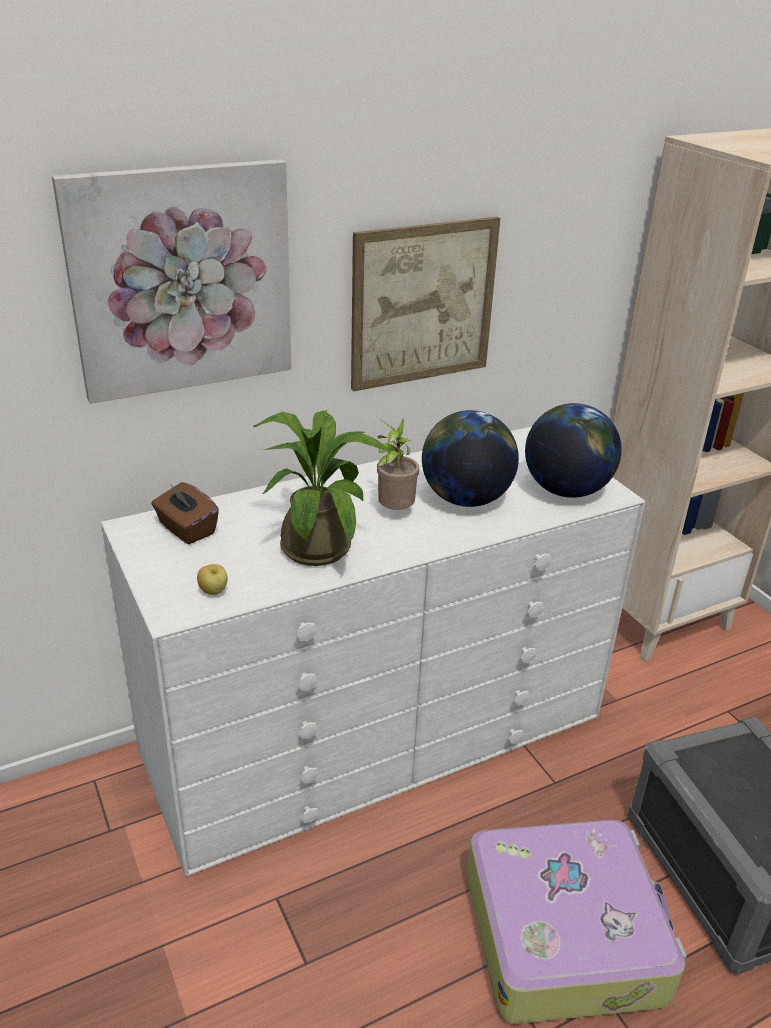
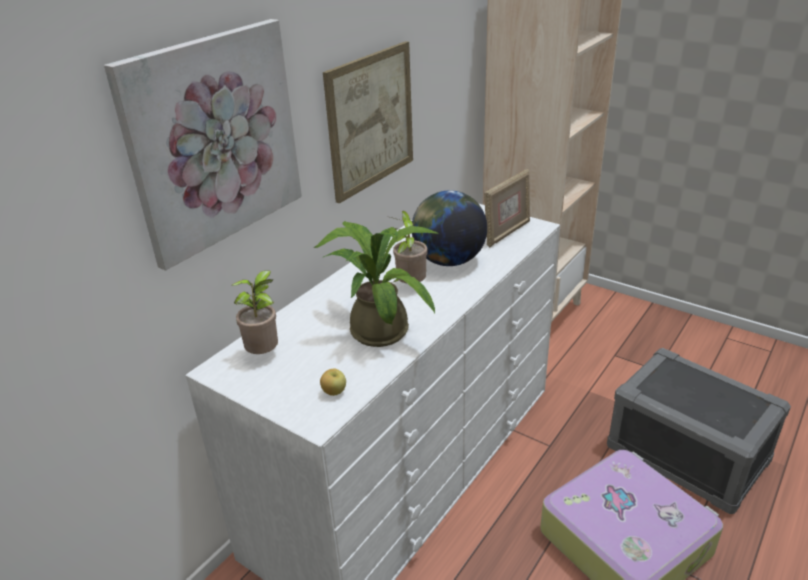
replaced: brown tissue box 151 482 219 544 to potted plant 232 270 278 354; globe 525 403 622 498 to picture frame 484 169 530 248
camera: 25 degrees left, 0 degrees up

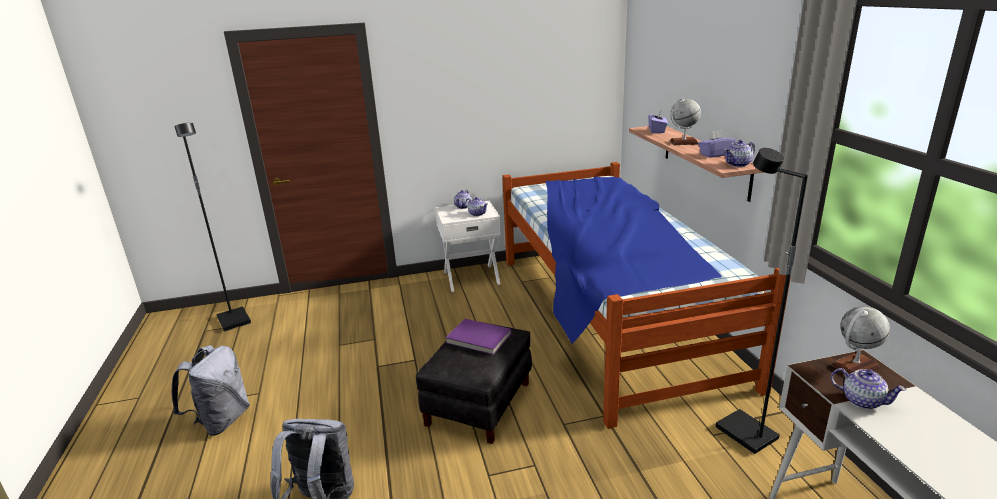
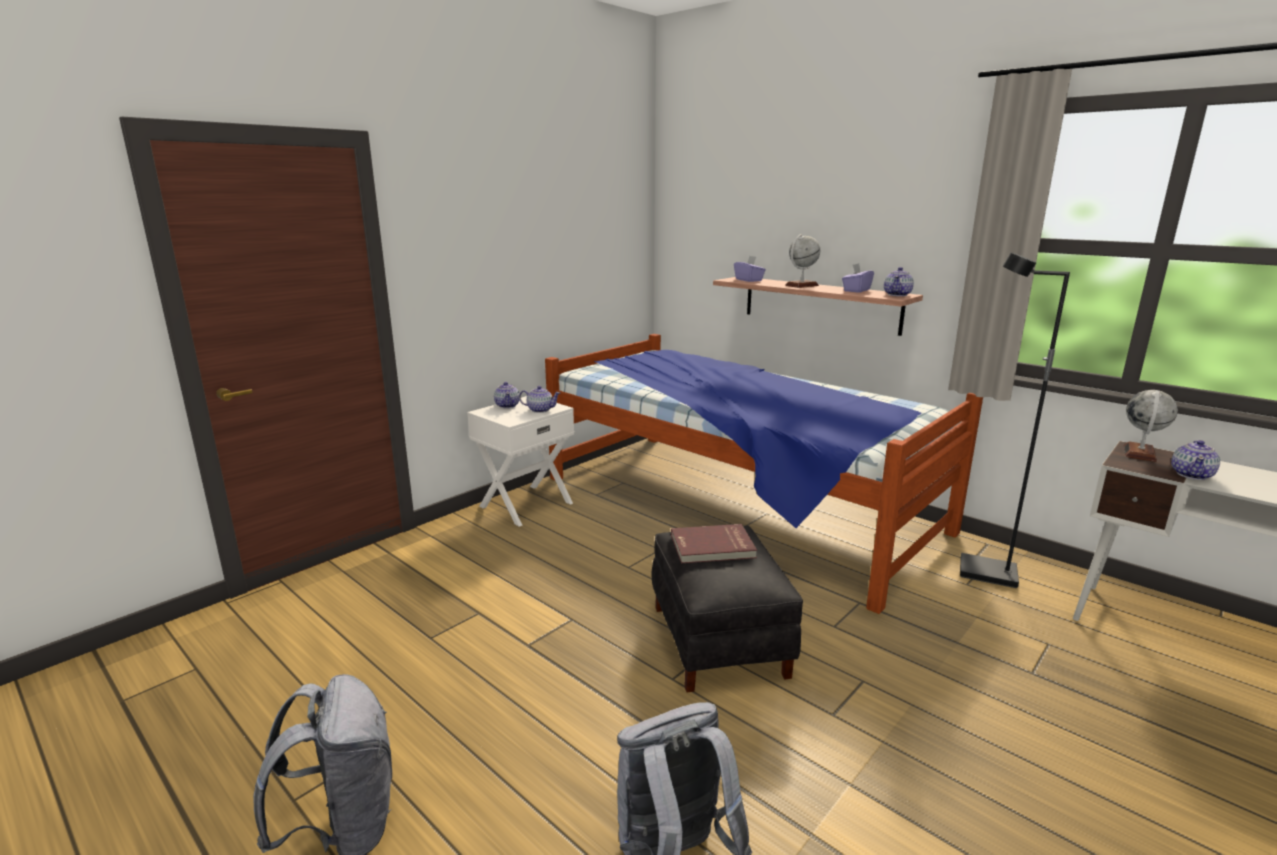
removed: black floor lamp 174 123 251 332
recoloured: purple book 446 319 512 355 to red book 671 524 757 563
turned: teapot 831 368 906 409 = 1171 440 1220 480 120 degrees clockwise
camera: 35 degrees left, 5 degrees down

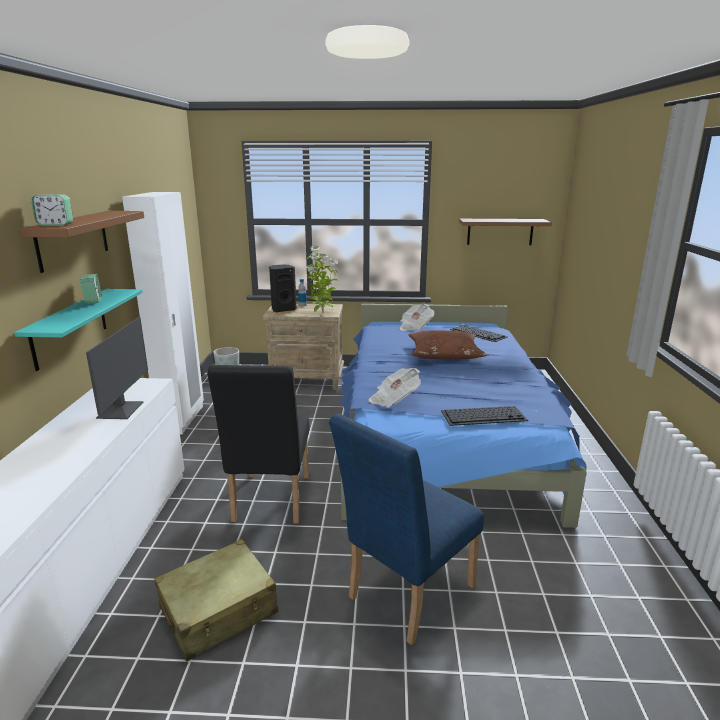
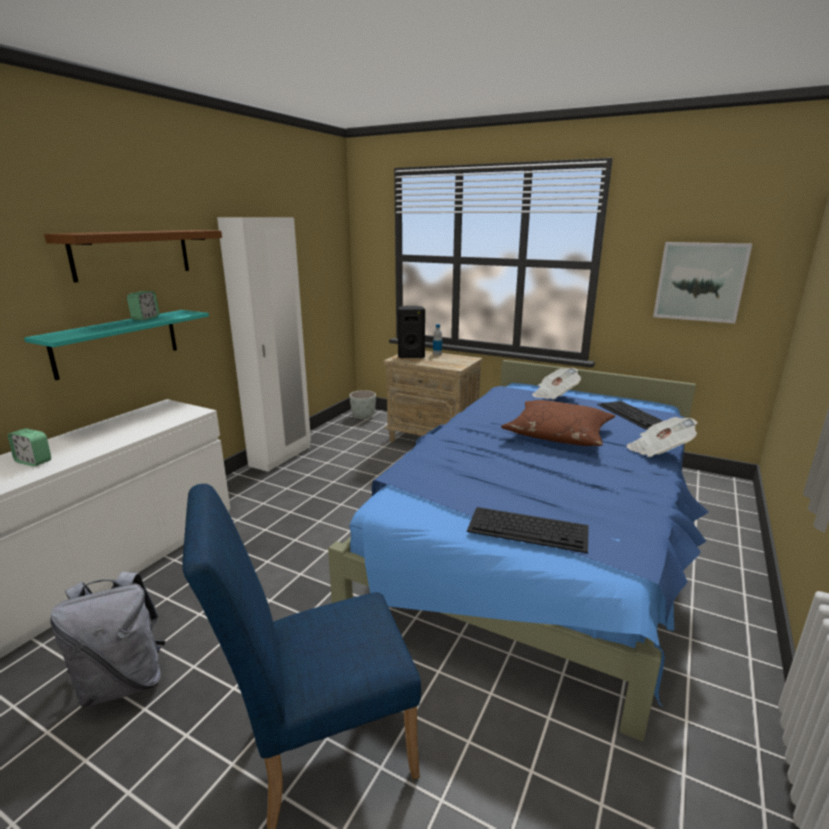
removed: monitor 86 317 148 419; black chair 207 365 309 524; potted plant 306 246 338 313
moved: alarm clock 31 194 73 226 to 8 428 51 467; newspaper 368 368 421 407 to 627 417 698 457
replaced: beige suitcase 154 539 278 661 to grey backpack 50 571 165 707; brown shelf 459 219 552 245 to picture 653 242 752 323
camera: 25 degrees right, 0 degrees up

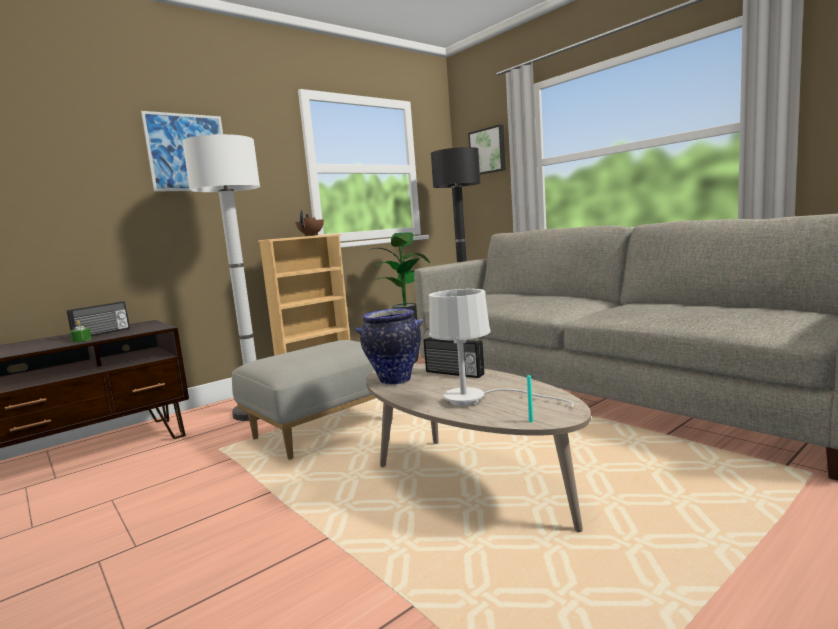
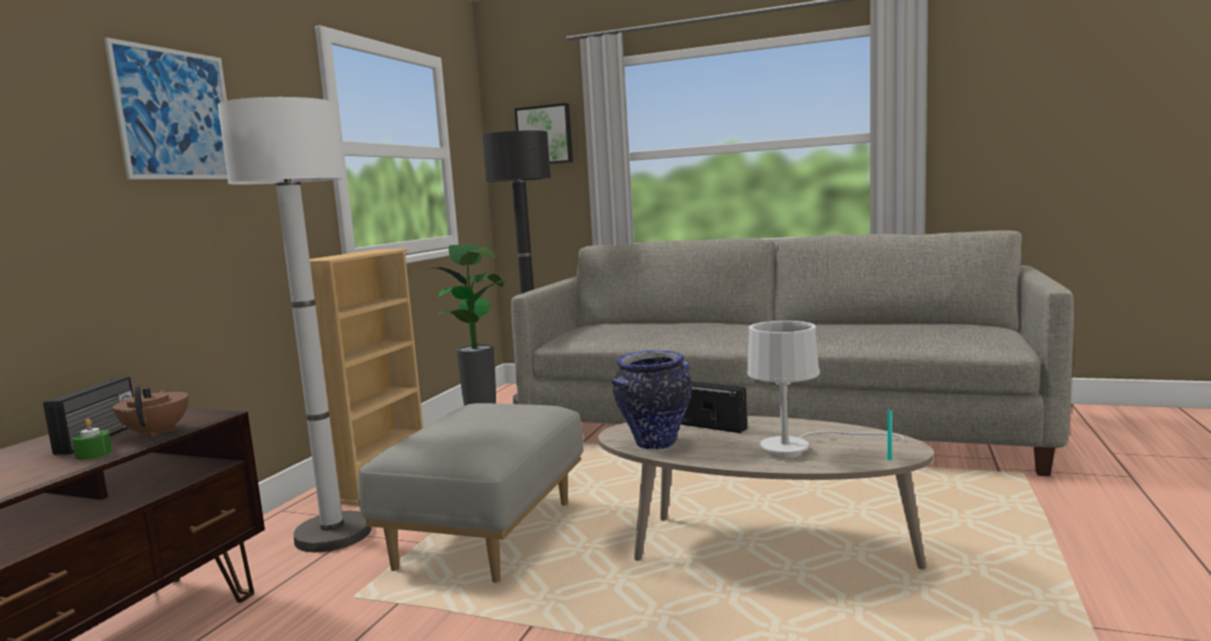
moved: brown teapot 295 210 324 236 to 113 385 188 438
turned: radio 424 337 484 378 = 681 381 747 433 150 degrees counterclockwise
camera: 30 degrees left, 0 degrees up

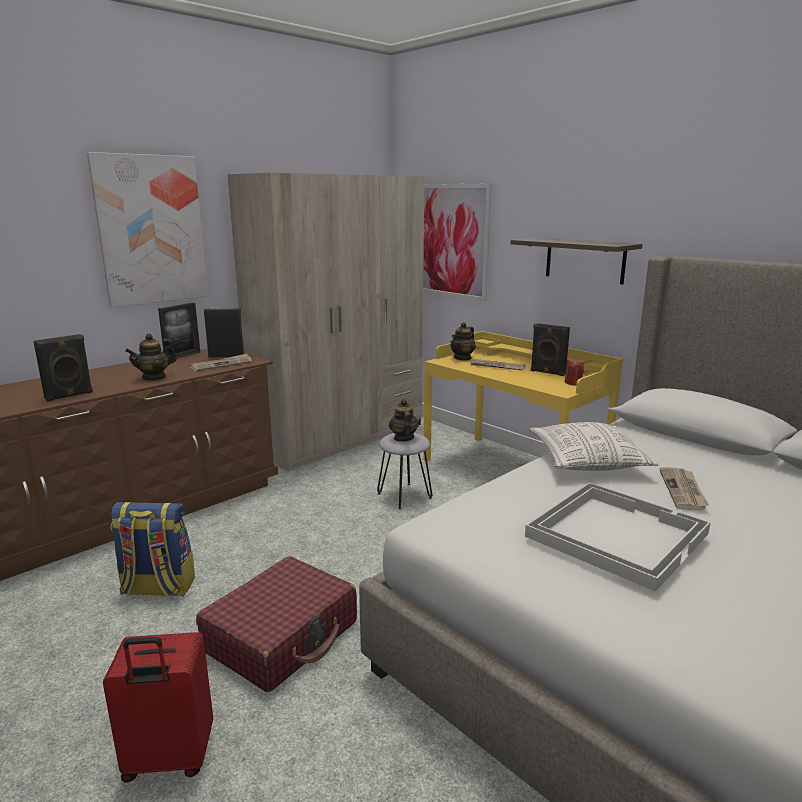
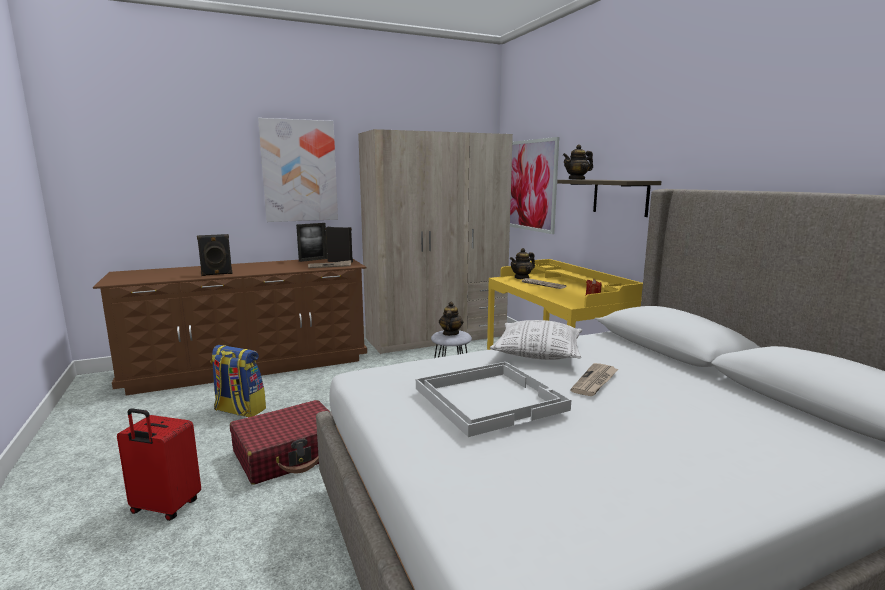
removed: black speaker 531 323 570 376
moved: teapot 125 334 177 381 to 563 144 593 180
camera: 20 degrees right, 5 degrees down

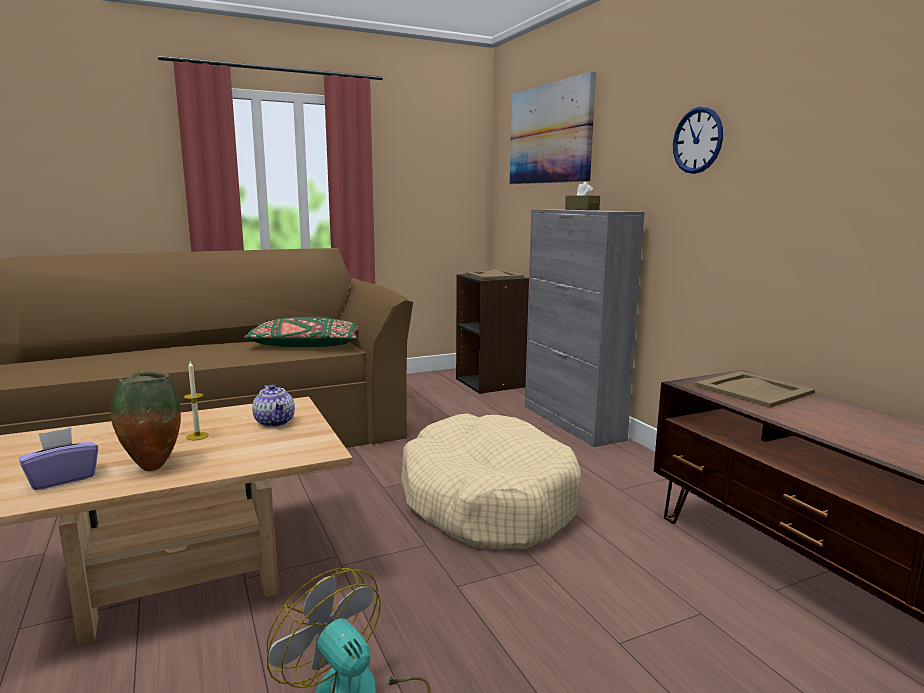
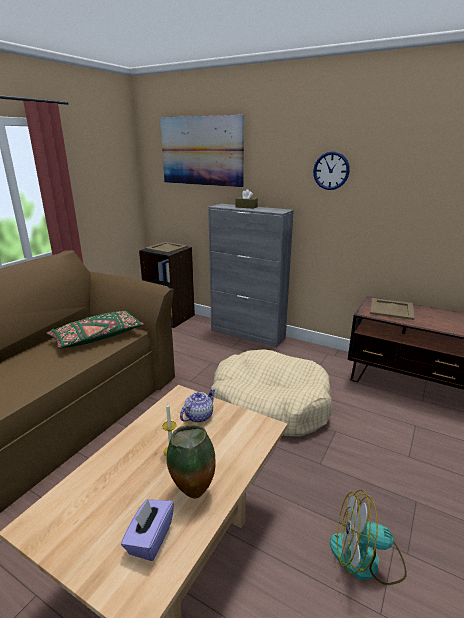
turned: teapot 252 384 295 427 = 180 388 215 423 75 degrees counterclockwise
camera: 35 degrees left, 10 degrees up

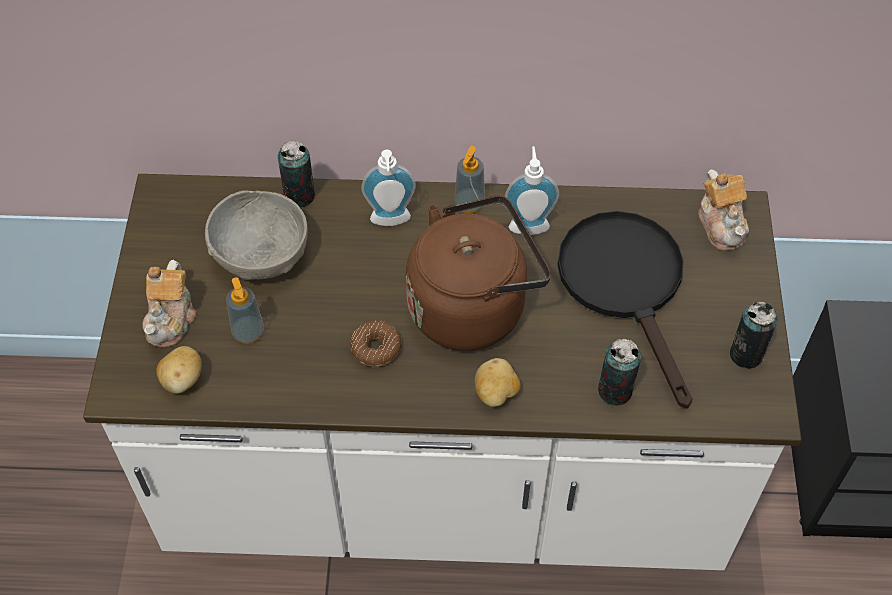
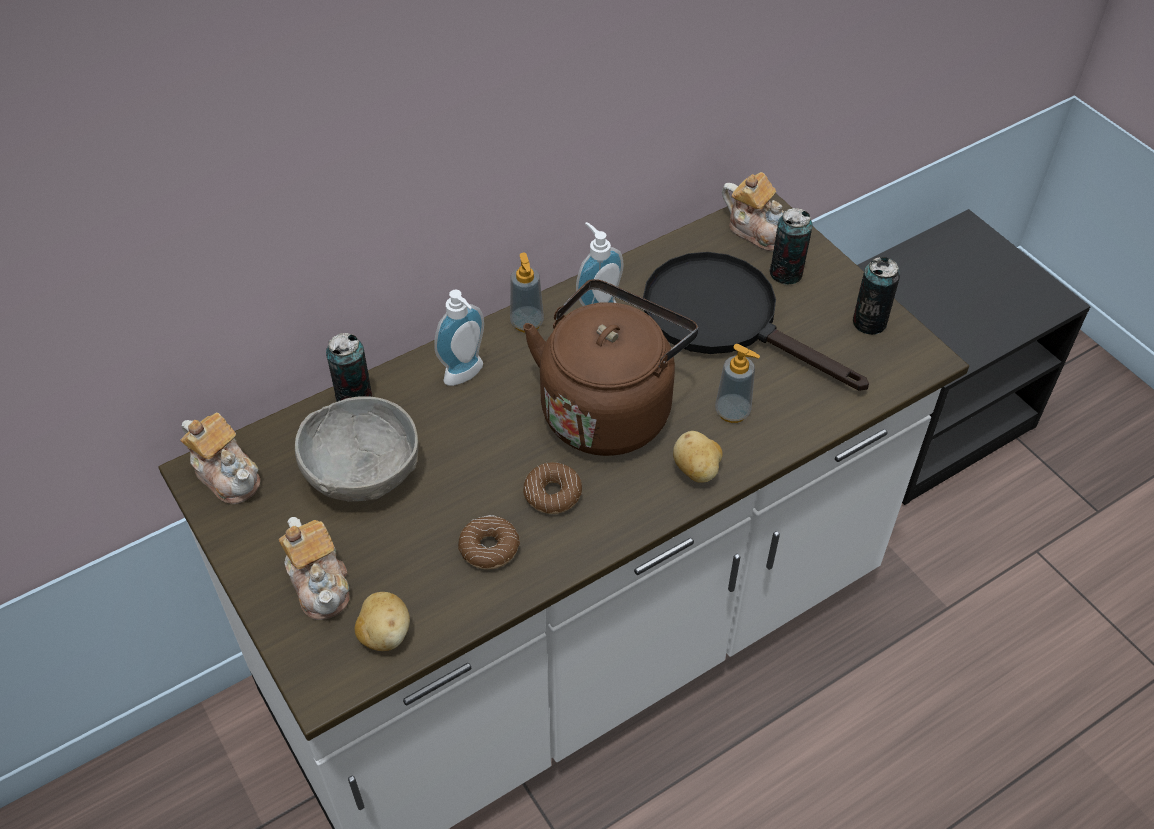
added: teapot 180 413 260 504; donut 458 515 520 570
moved: soap dispenser 226 277 264 344 to 715 344 760 423; can 598 339 641 406 to 769 208 813 285
camera: 35 degrees left, 5 degrees down

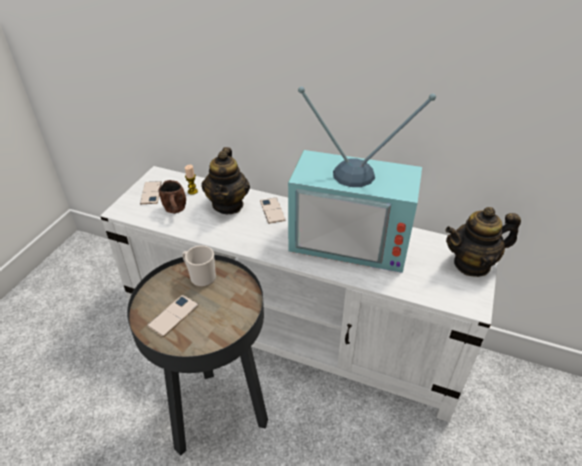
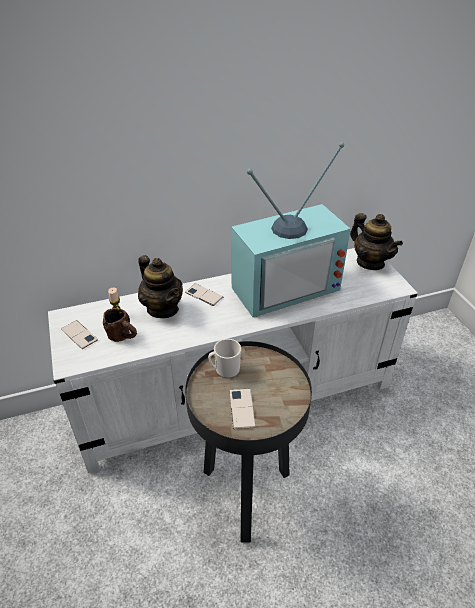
turned: teapot 445 207 521 277 = 350 213 403 270 75 degrees counterclockwise
camera: 40 degrees left, 0 degrees up

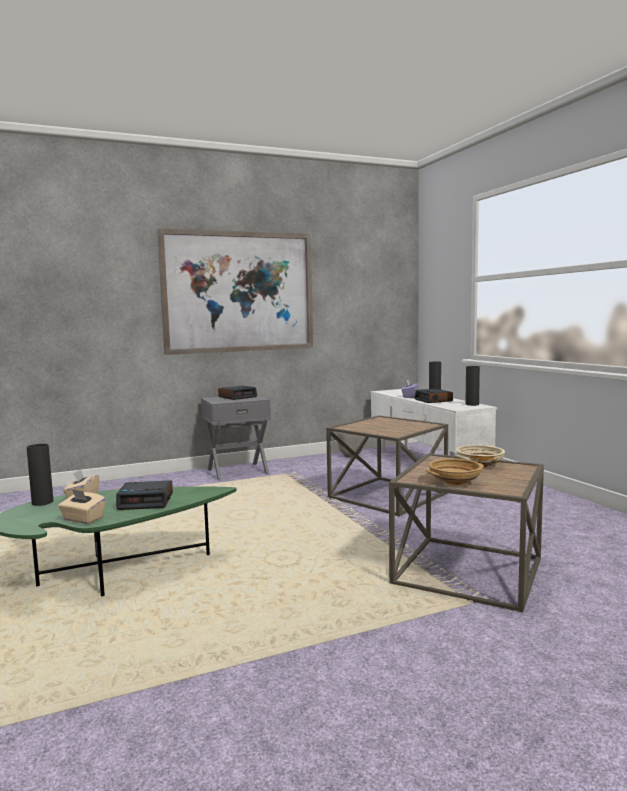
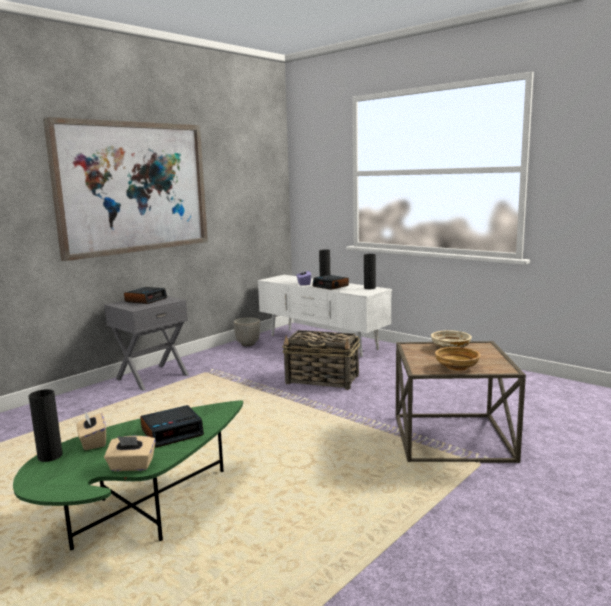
replaced: brown side table 326 416 448 516 to basket 282 330 360 390
camera: 25 degrees left, 5 degrees up

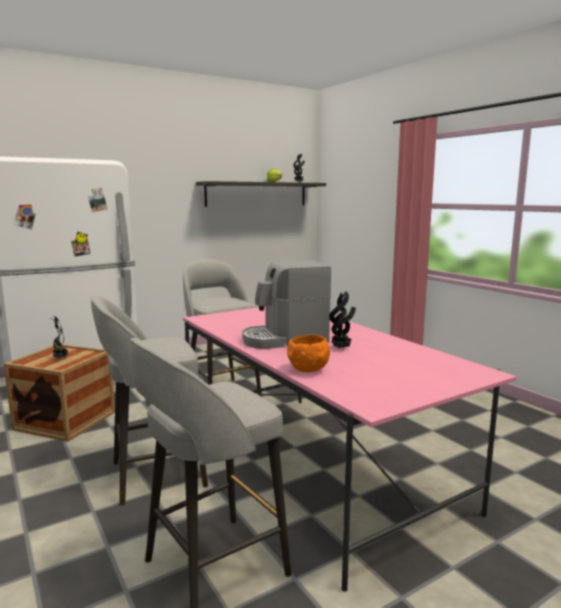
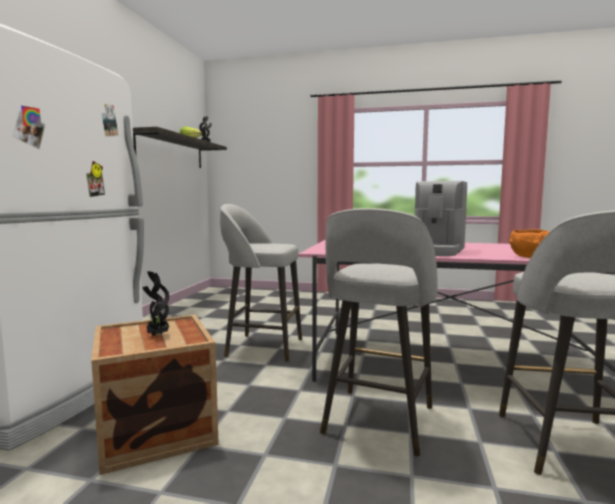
removed: potted plant 329 291 356 349
camera: 45 degrees left, 5 degrees down

